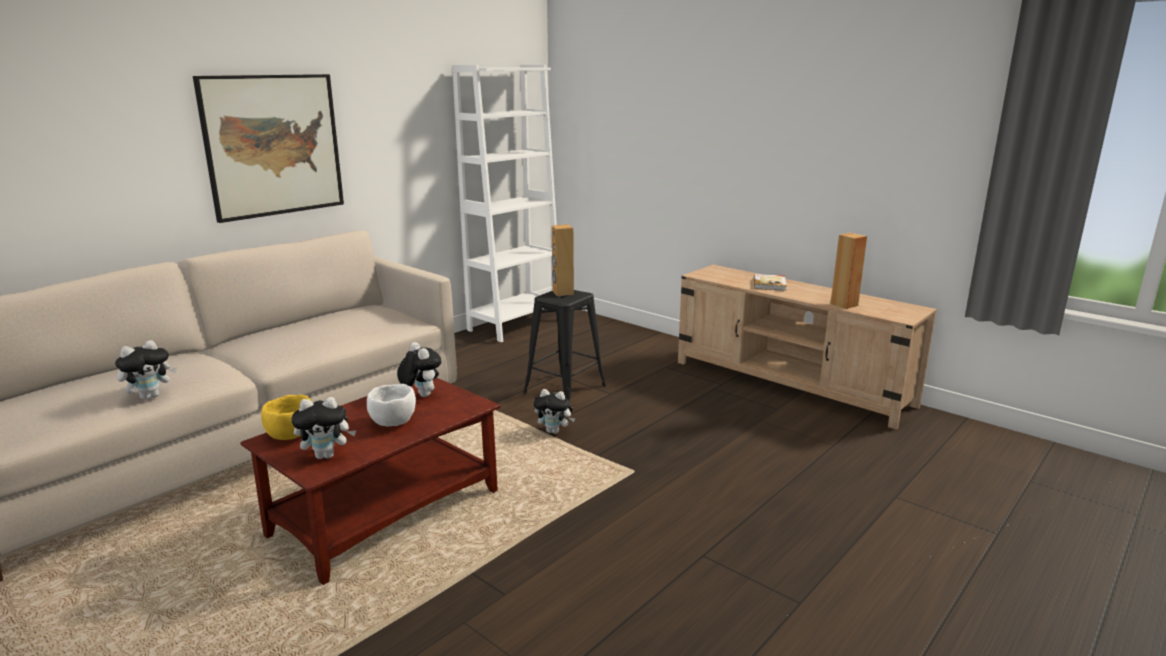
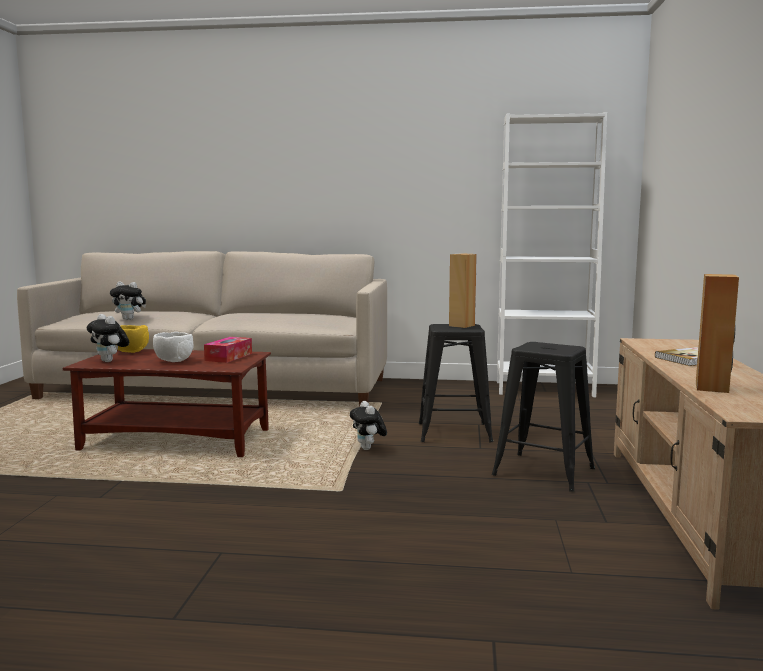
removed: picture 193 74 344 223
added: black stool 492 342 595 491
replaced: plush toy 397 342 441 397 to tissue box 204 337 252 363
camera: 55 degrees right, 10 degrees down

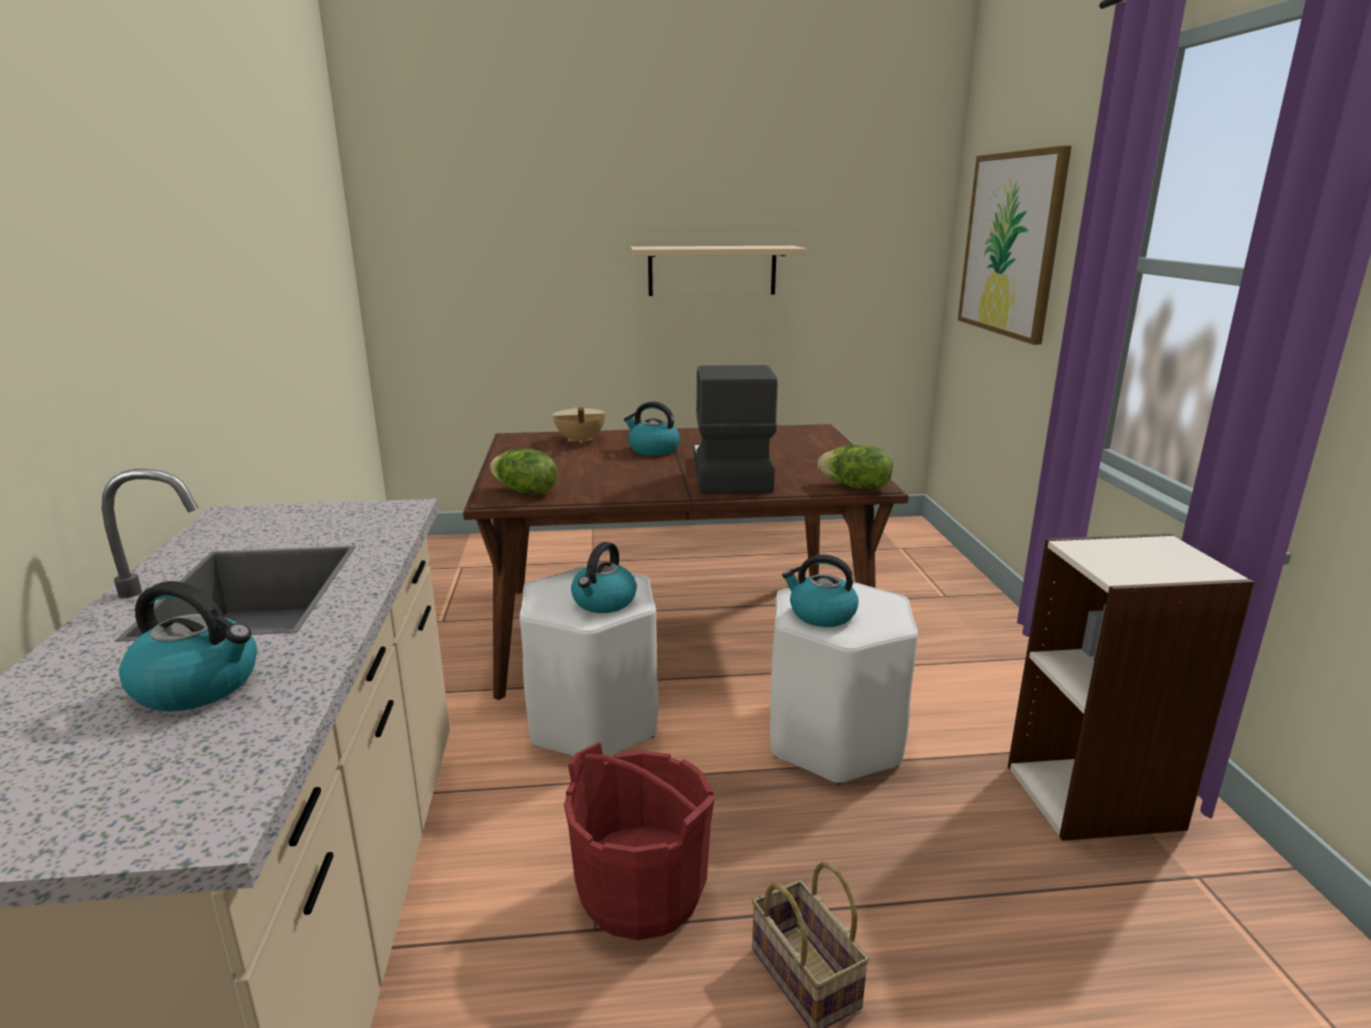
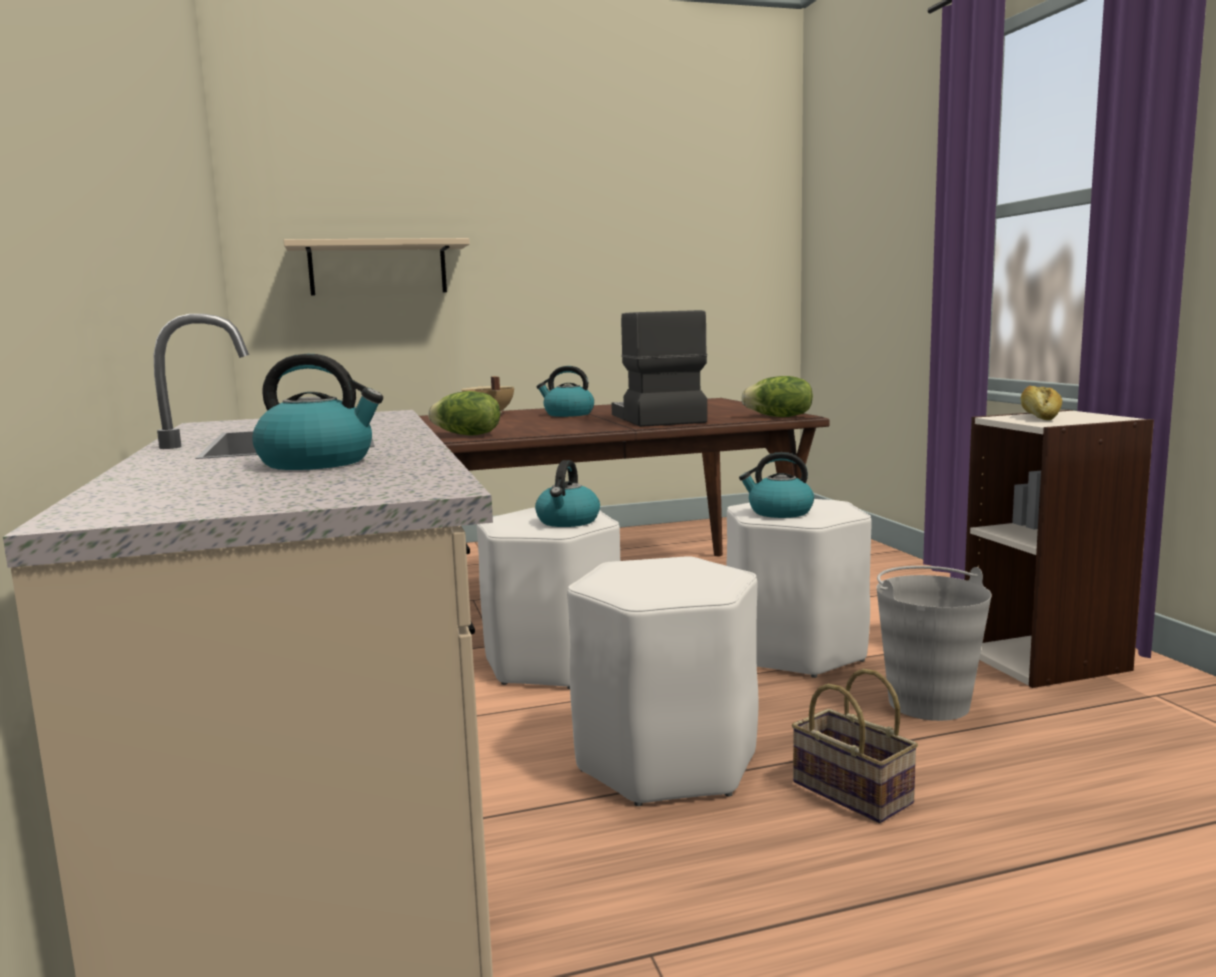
removed: picture 958 146 1072 345
added: grey bucket 876 566 992 721; bread 1021 386 1062 421
moved: beige shelf 630 246 807 296 to 284 238 470 295
replaced: red bucket 564 742 715 940 to white stool 567 556 758 806
camera: 10 degrees left, 10 degrees down

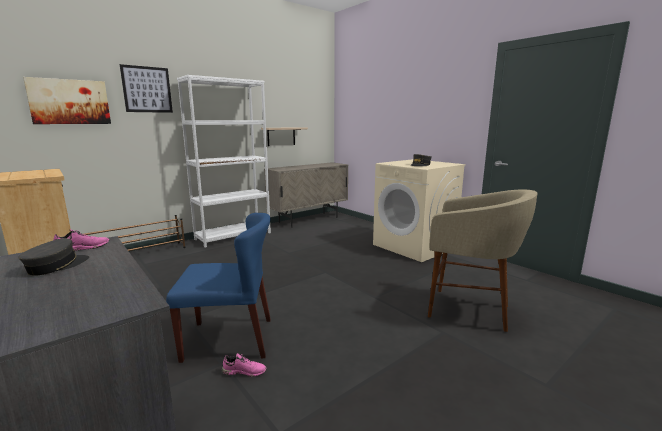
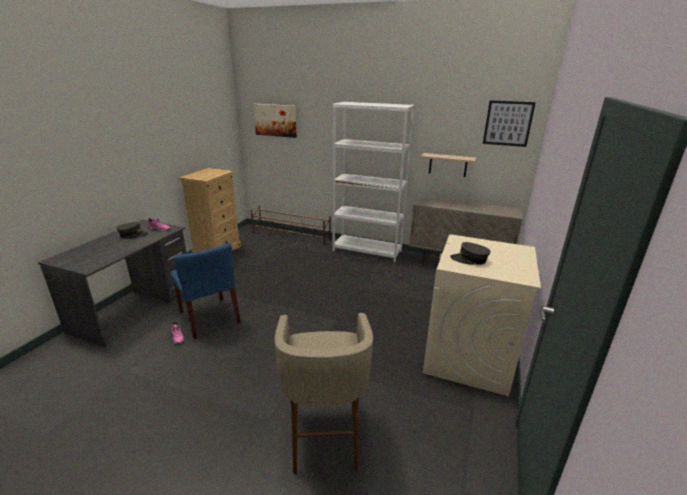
moved: picture 120 64 173 113 to 483 100 536 147
camera: 60 degrees right, 10 degrees up

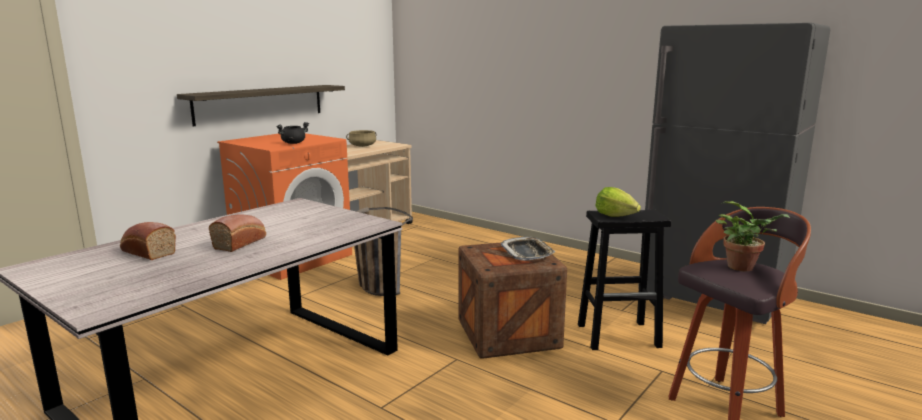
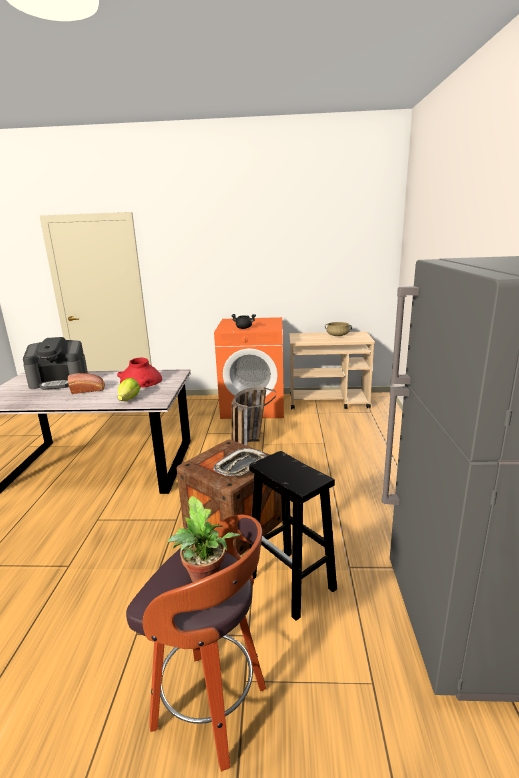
removed: shelf 177 85 345 127
added: red vase 117 358 162 388
moved: lettuce 595 187 641 217 to 118 378 140 401
replaced: bread 120 222 176 260 to coffee machine 23 337 88 390
camera: 55 degrees right, 5 degrees up

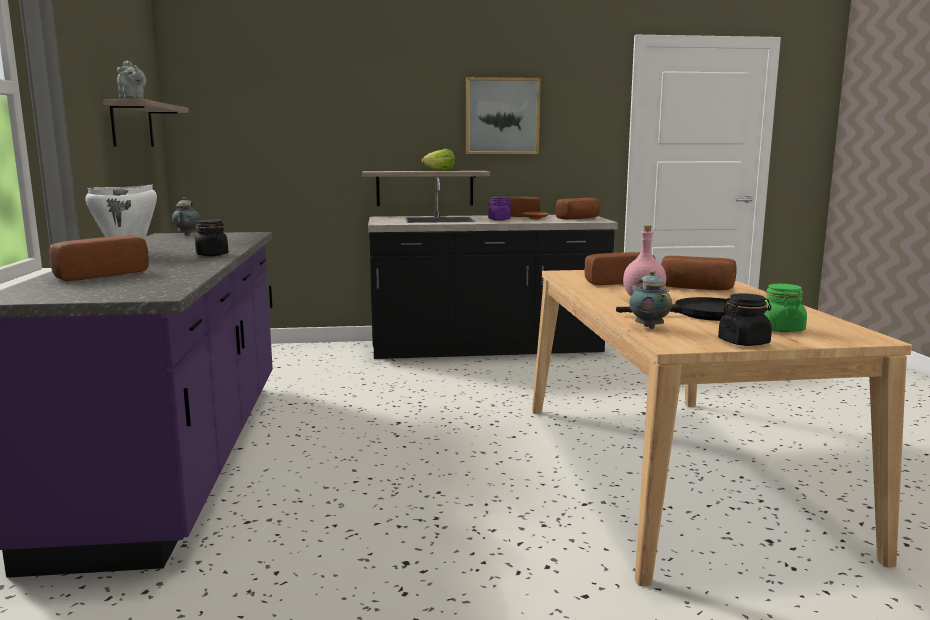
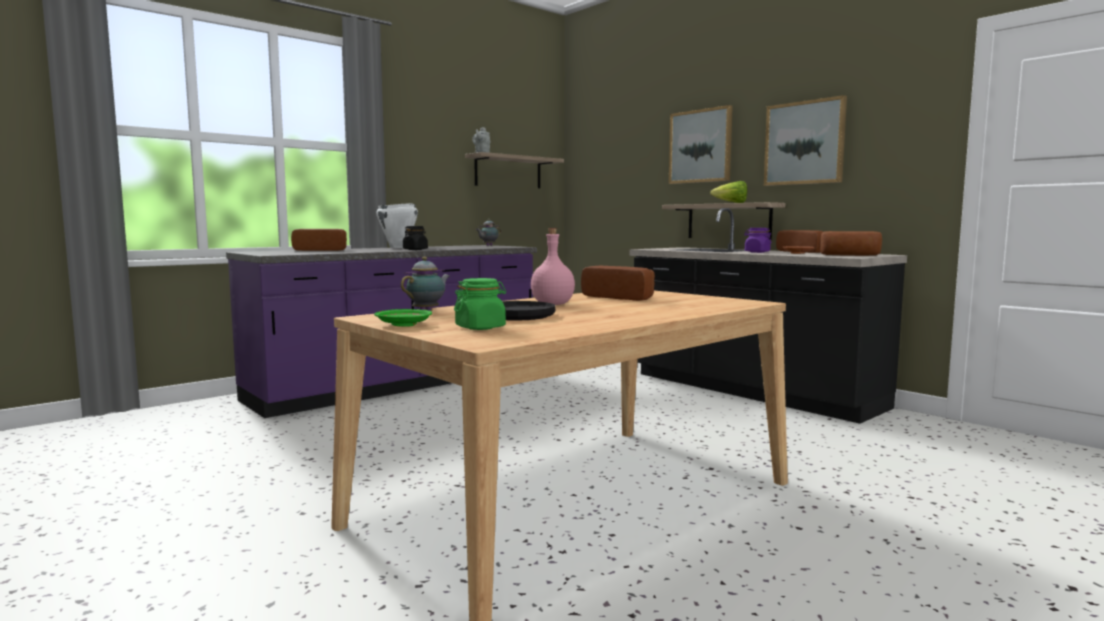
removed: bread 661 256 737 290
added: picture 669 105 733 184
replaced: black jar 718 293 772 346 to green plate 374 309 432 327
camera: 55 degrees right, 5 degrees down

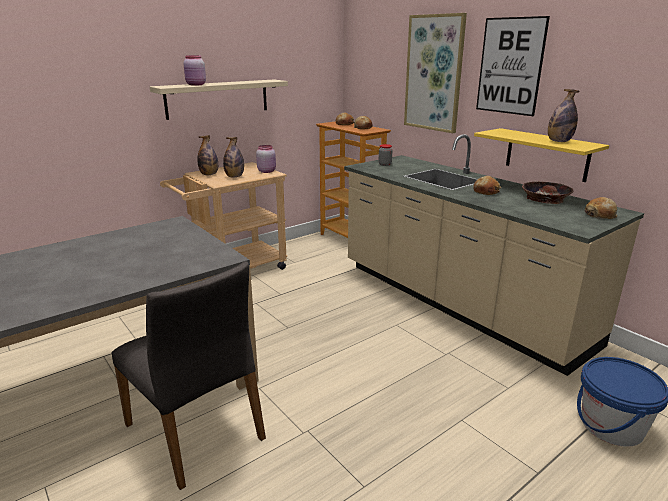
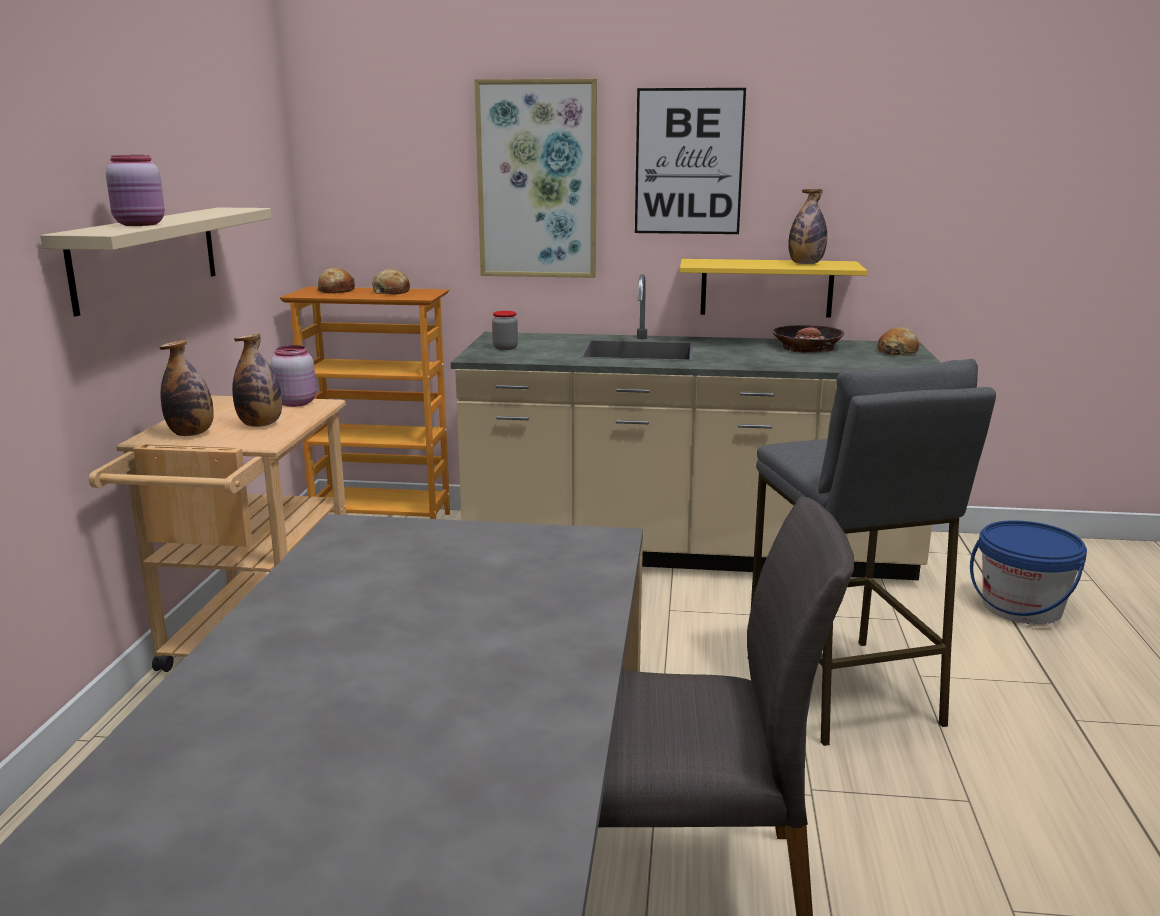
removed: bread 473 176 501 195
added: grey stool 751 359 996 746
camera: 45 degrees left, 5 degrees down

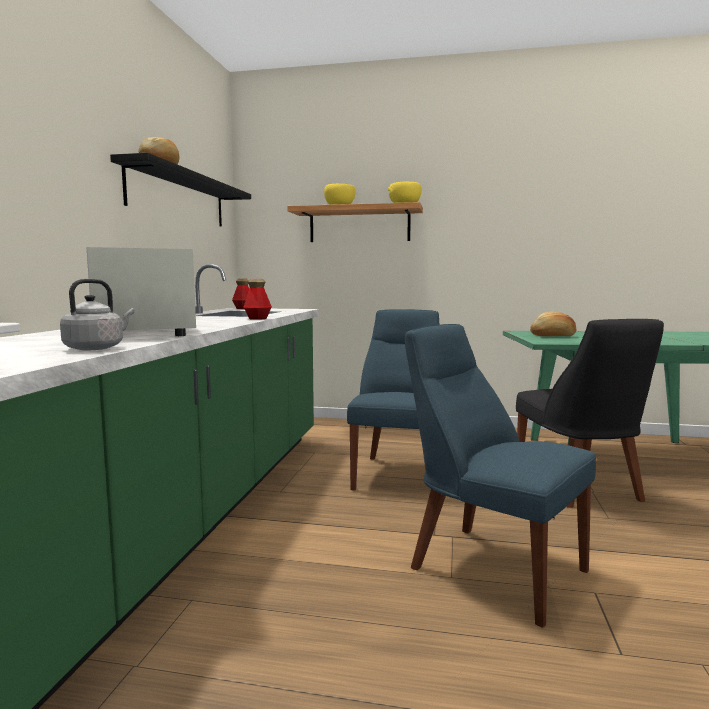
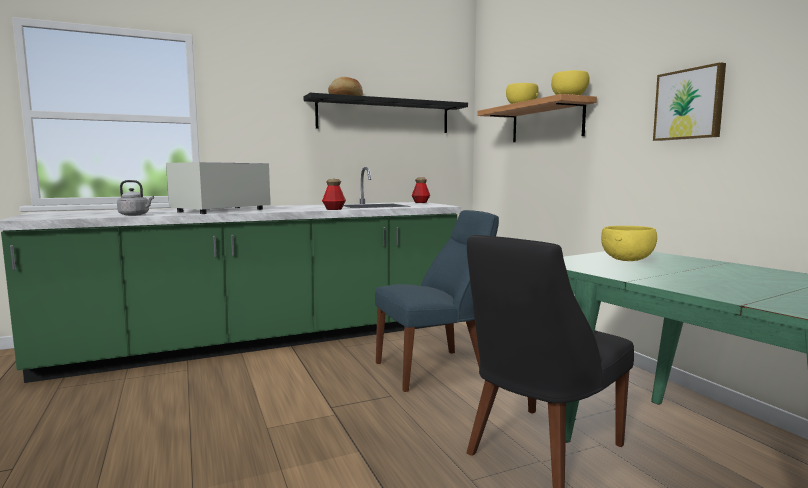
removed: blue chair 405 324 596 628
added: picture 653 62 726 141
replaced: bread 530 311 576 336 to yellow bowl 601 226 657 261
camera: 55 degrees right, 0 degrees up

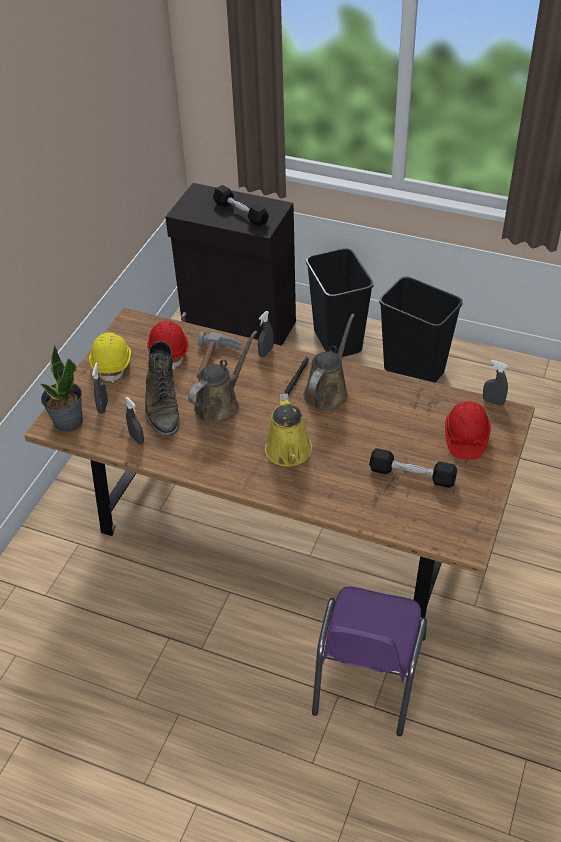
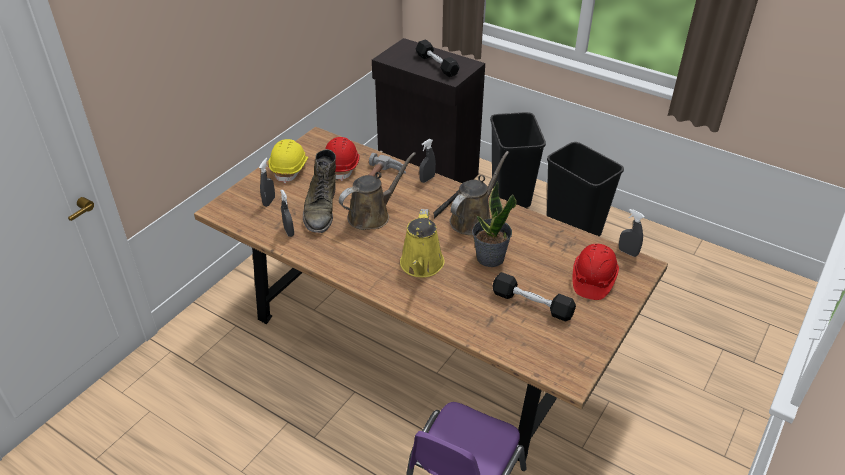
moved: potted plant 41 346 83 432 to 472 181 516 267
camera: 10 degrees right, 5 degrees down

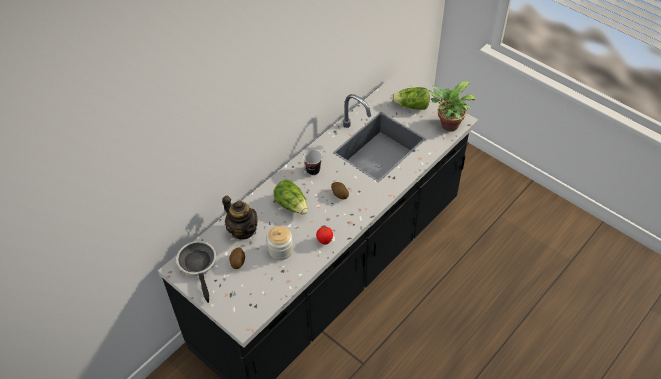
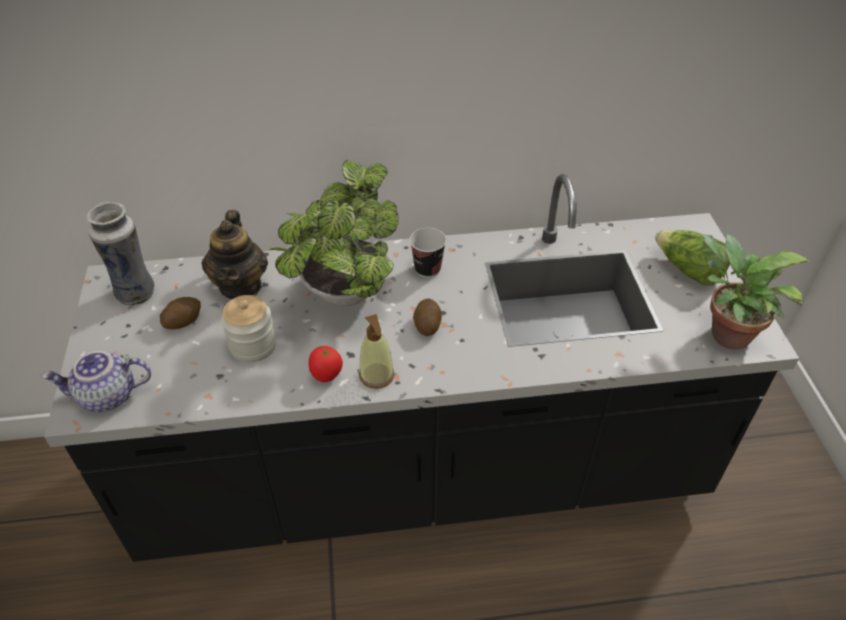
added: teapot 41 351 151 412; soap dispenser 359 314 395 389
replaced: frying pan 176 241 217 303 to vase 87 202 154 305; lettuce 273 180 308 214 to potted plant 269 160 399 306
camera: 40 degrees right, 5 degrees down

